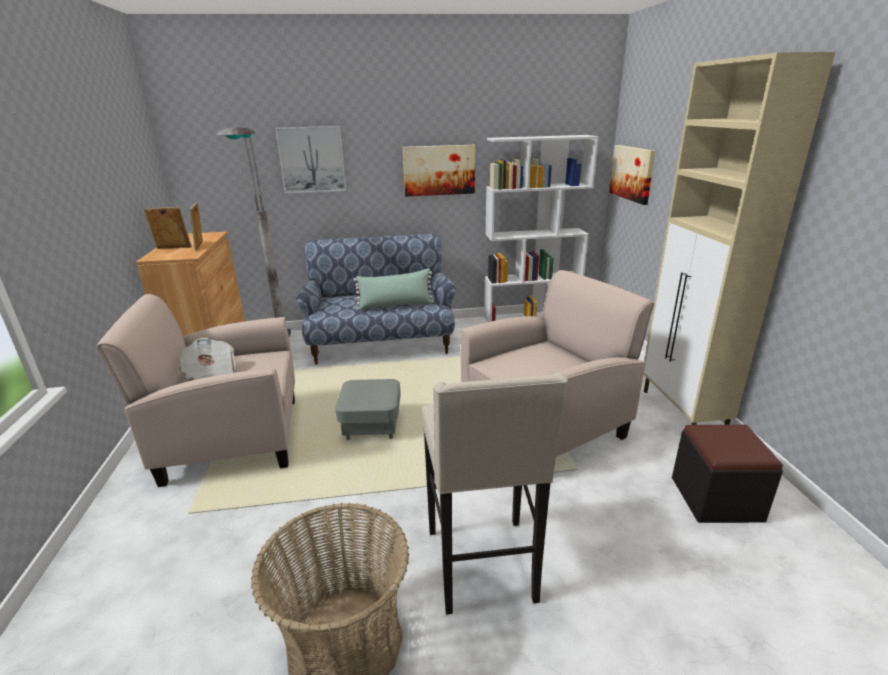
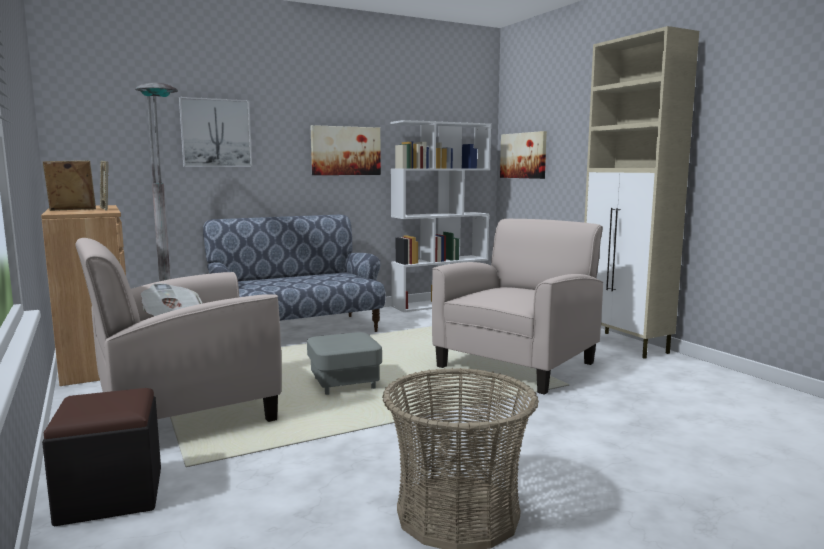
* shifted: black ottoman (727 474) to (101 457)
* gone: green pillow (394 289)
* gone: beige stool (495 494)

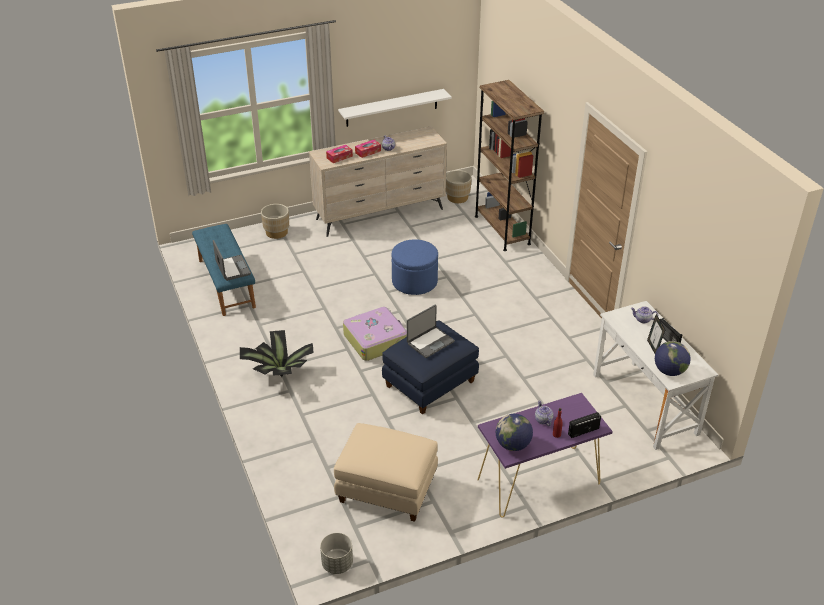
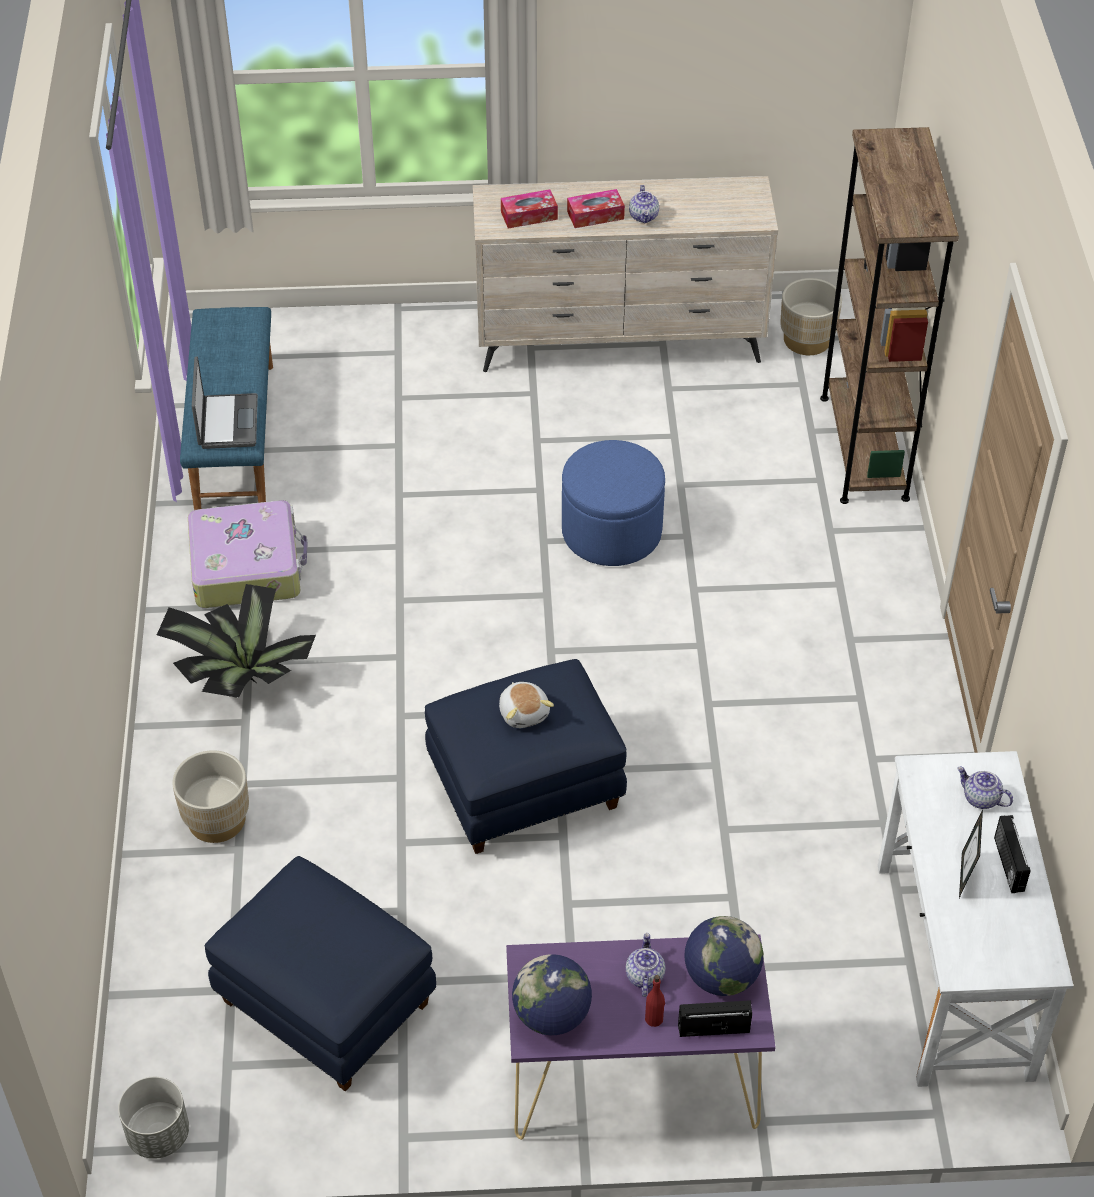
* shifted: beige planter (275 221) to (210 796)
* shifted: suitcase (375 334) to (248 554)
* repainted: beige ottoman (386 472) to blue ottoman (320 973)
* swapped: laptop (431 331) to plush toy (526 705)
* shifted: globe (673 358) to (724 956)
* gone: white shelf (395 108)

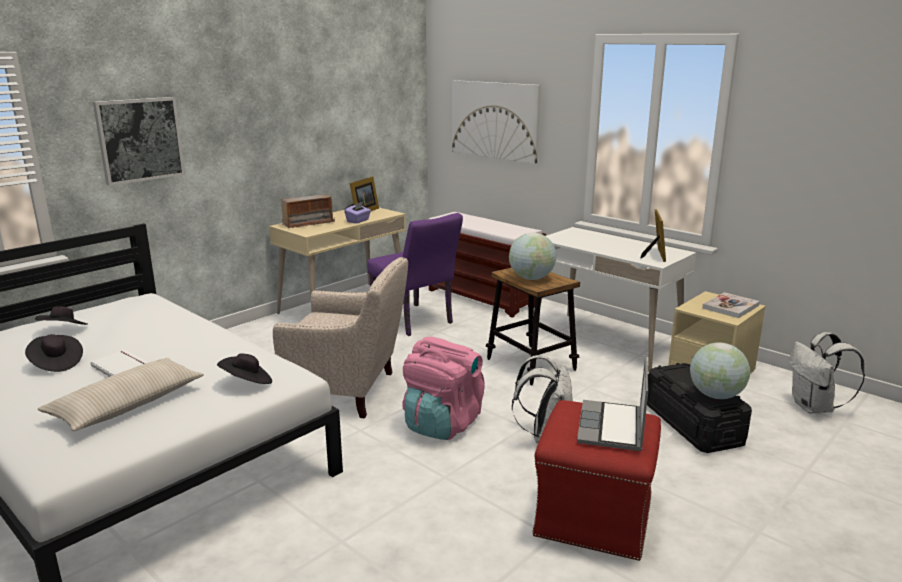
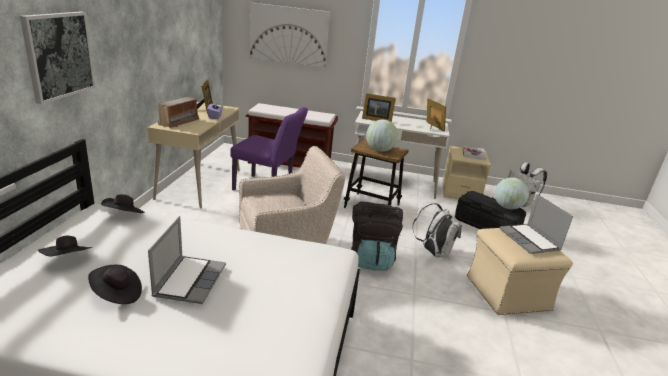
* shifted: black hat (244 368) to (122 204)
* swapped: white book (119 363) to laptop (187 260)
* repainted: pink backpack (443 388) to black backpack (377 236)
* new: picture frame (379 107)
* repainted: red ottoman (596 480) to beige ottoman (520 271)
* gone: beige pillow (121 394)

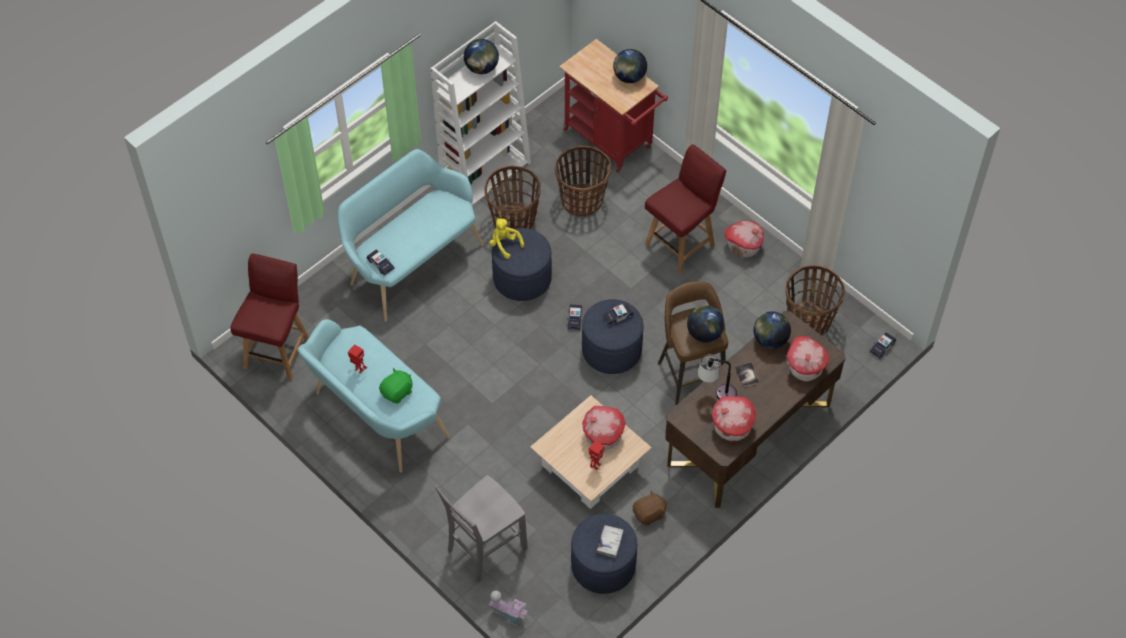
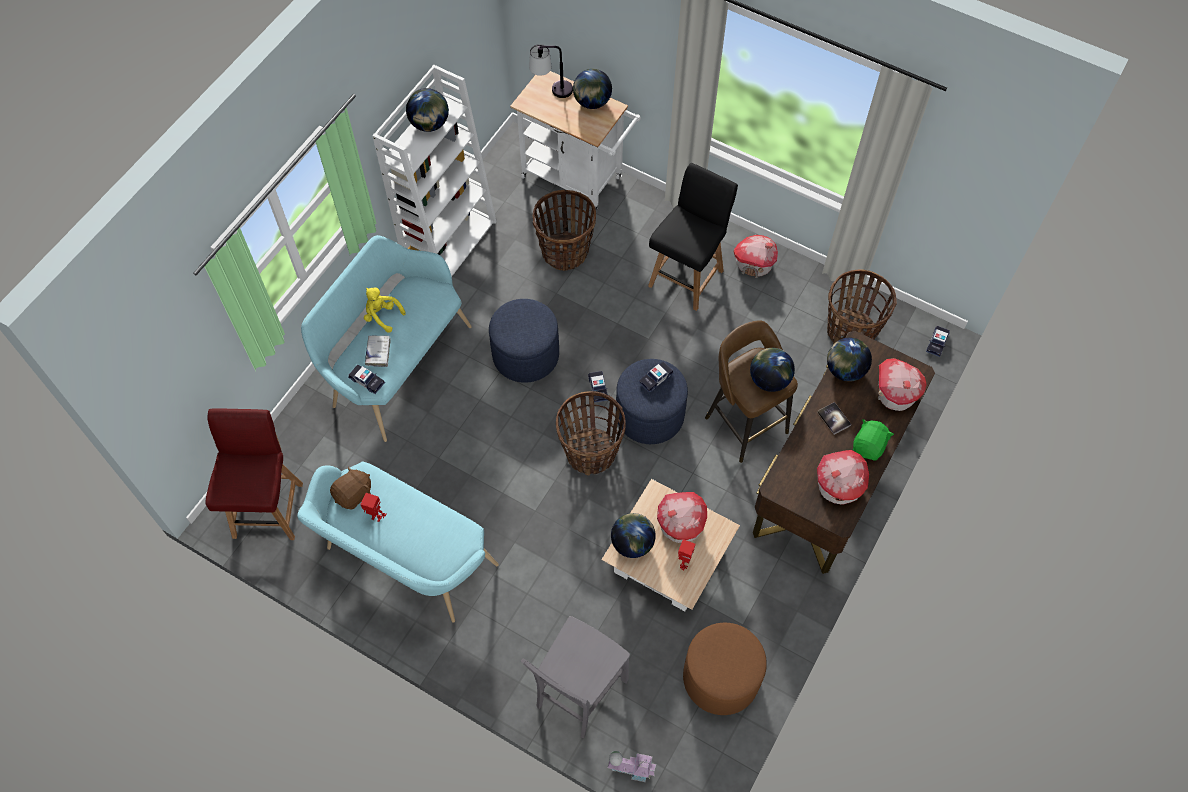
* shifted: brown plush toy (649 508) to (350 488)
* shifted: yellow plush toy (506 238) to (385 310)
* shifted: white book (610 541) to (378 351)
* repainted: red cart (613 105) to white cart (575 140)
* shifted: table lamp (717 376) to (551 71)
* shifted: basket (513 197) to (591 433)
* new: globe (633 535)
* repainted: red chair (686 209) to black chair (693 237)
* repainted: blue ottoman (604 554) to brown ottoman (725 669)
* shifted: green plush toy (396 386) to (873 440)

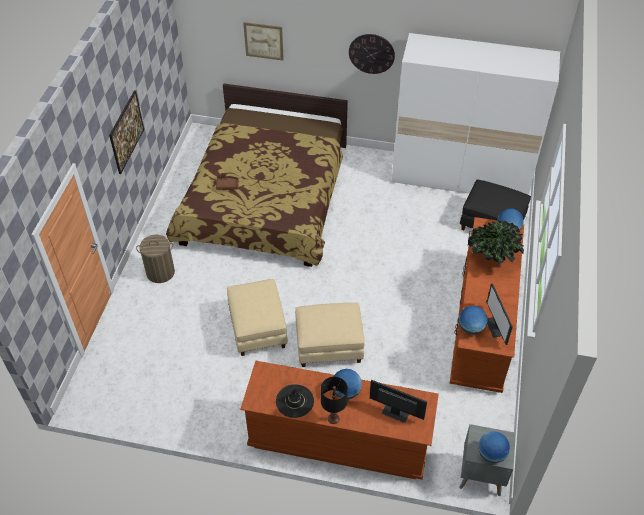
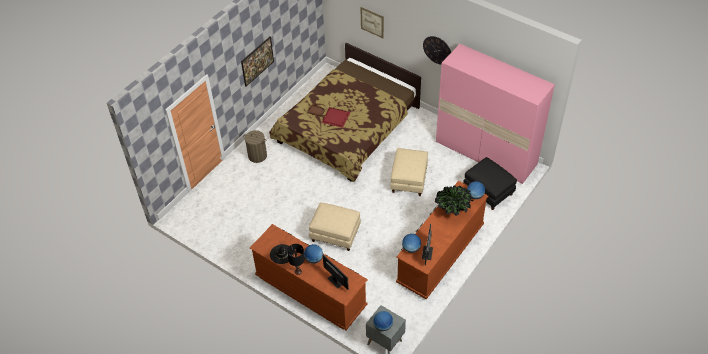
* new: red tray (335 117)
* shifted: beige ottoman (257 317) to (409 172)
* repainted: white wardrobe (475 114) to pink wardrobe (495 114)

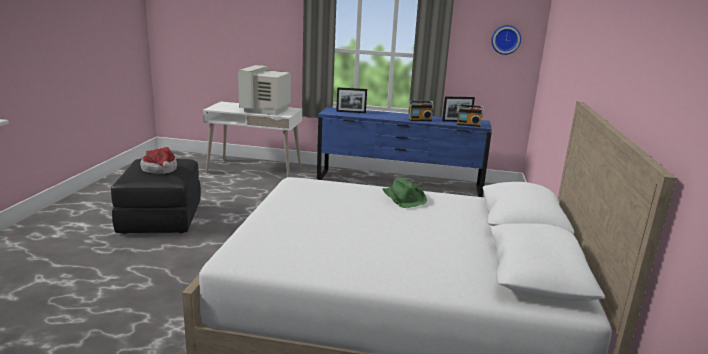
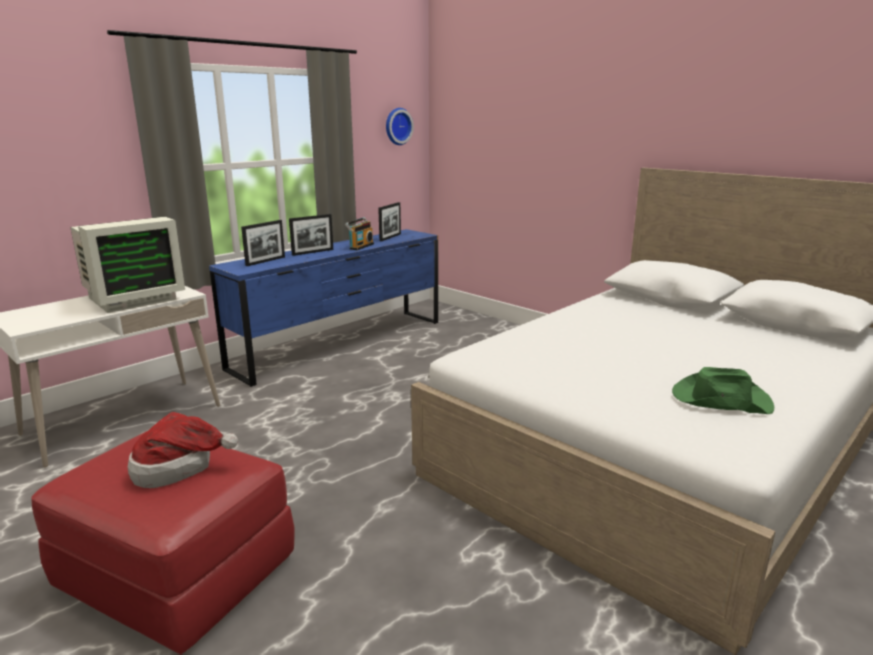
* repainted: black ottoman (156 196) to red ottoman (163 542)
* rotated: monitor (264 90) = (127 265) 90 degrees counterclockwise
* new: picture frame (311 235)
* shifted: green hat (405 193) to (723 390)
* gone: radio (470 115)

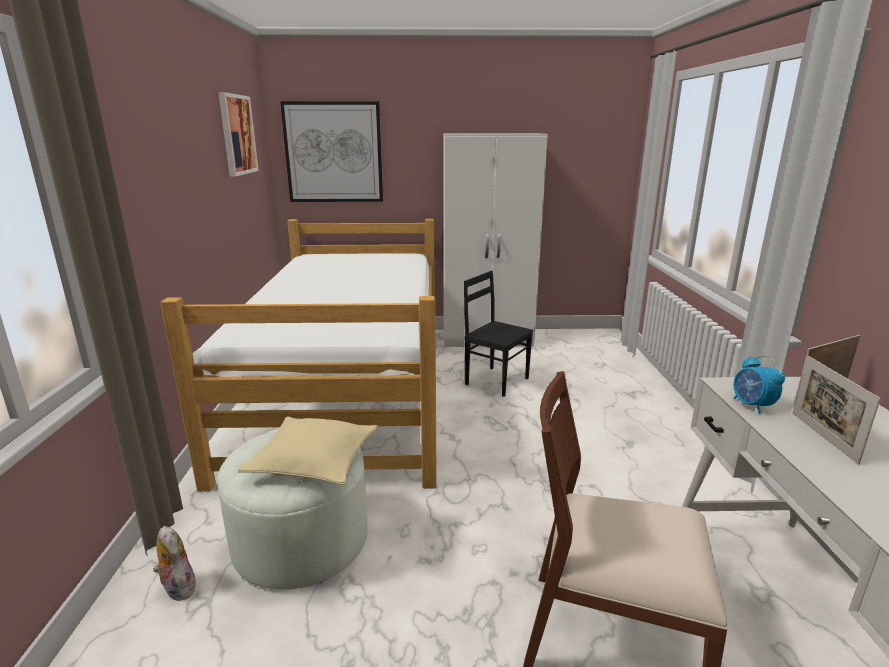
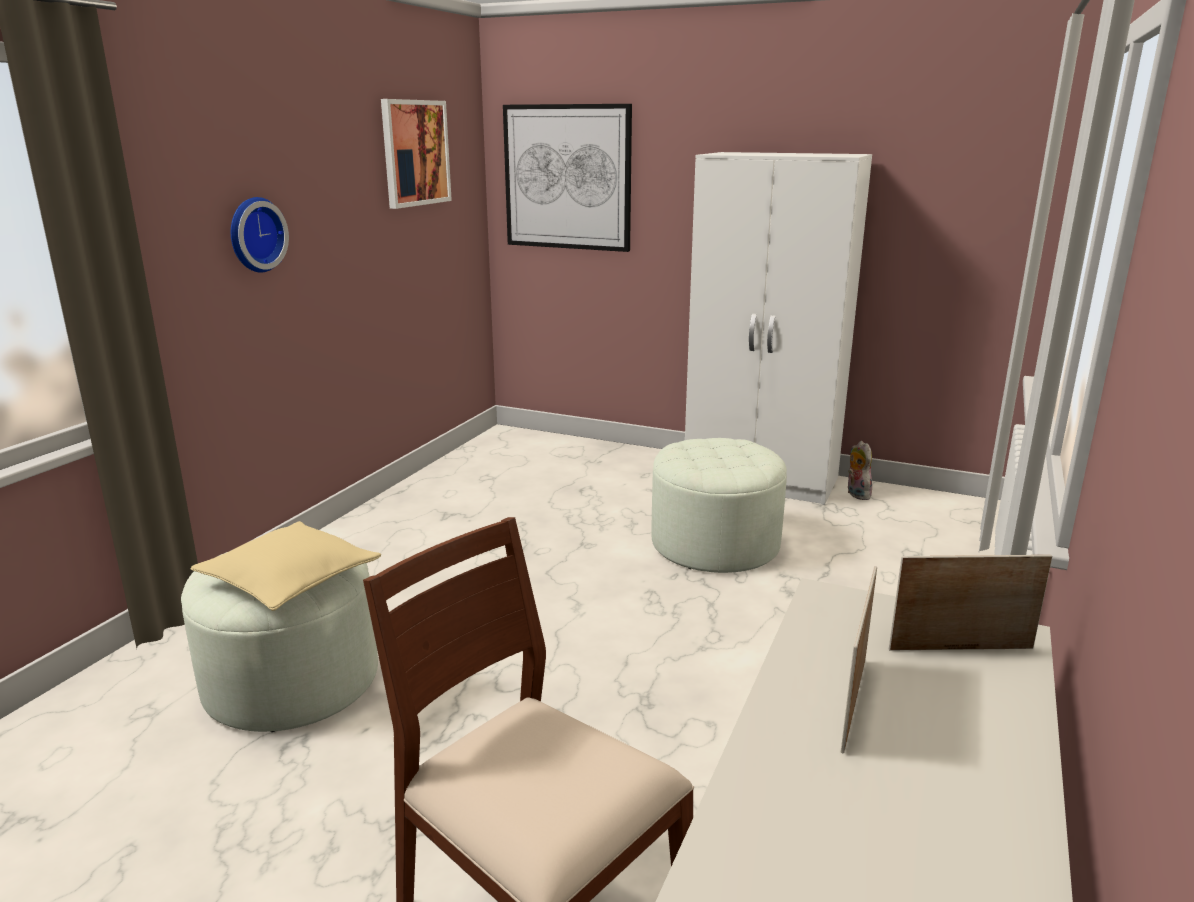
* new: wall clock (260 235)
* swapped: black chair (498 334) to white ottoman (719 505)
* shifted: plush toy (174 563) to (860 470)
* gone: bed (298 355)
* gone: alarm clock (759 384)

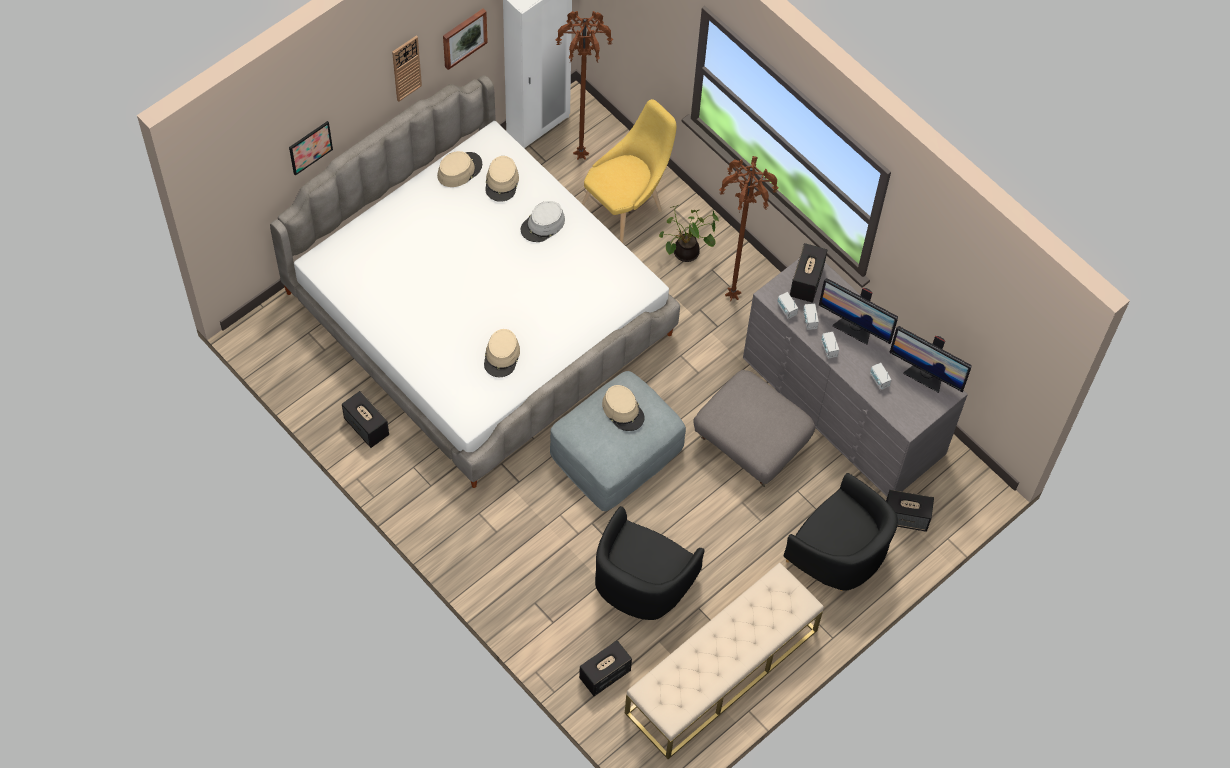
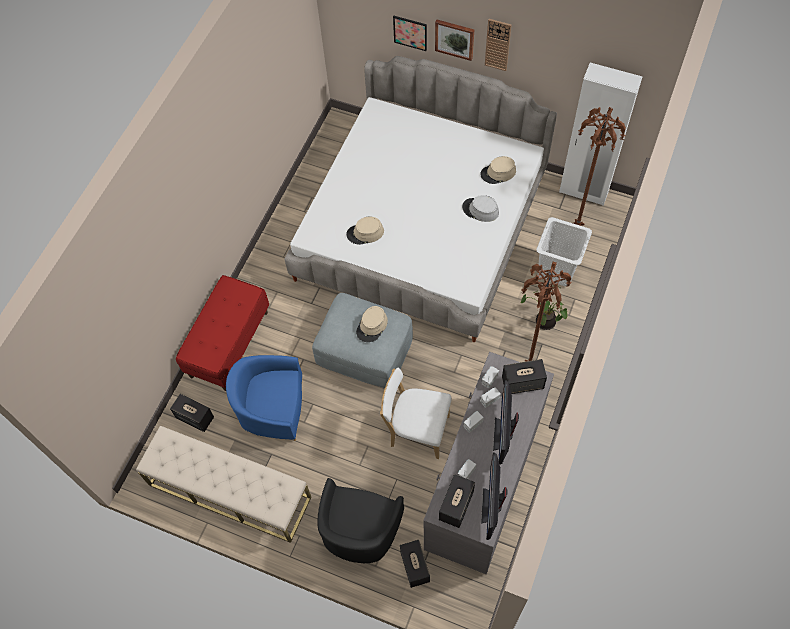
* new: red bench (222 333)
* repainted: black armchair (649 563) to blue armchair (264 398)
* swapped: grey ottoman (754 428) to white chair (416 413)
* shifted: picture (465 39) to (454 40)
* shifted: speaker (365 419) to (457 501)
* swapped: yellow chair (629 171) to white laundry basket (564 251)
* gone: beige hat (459 169)

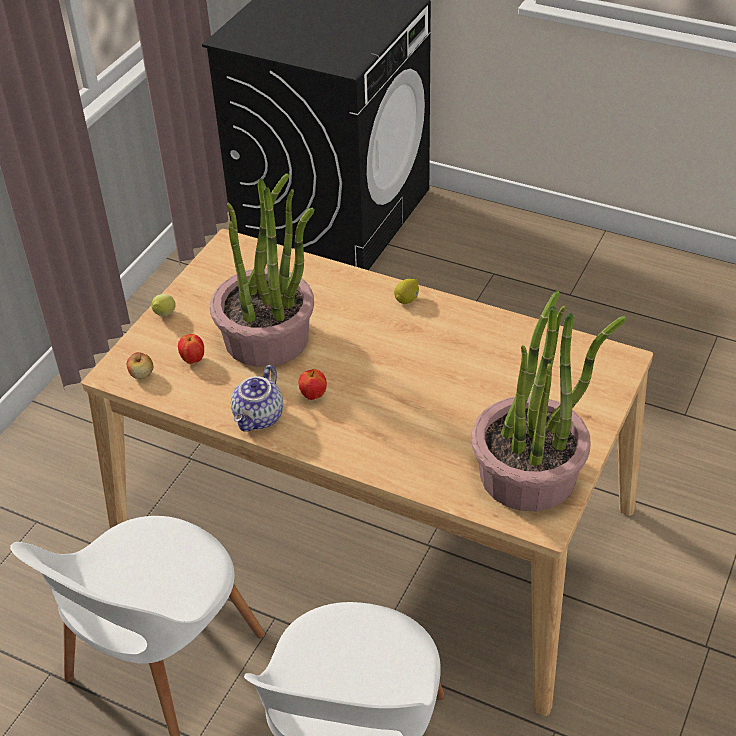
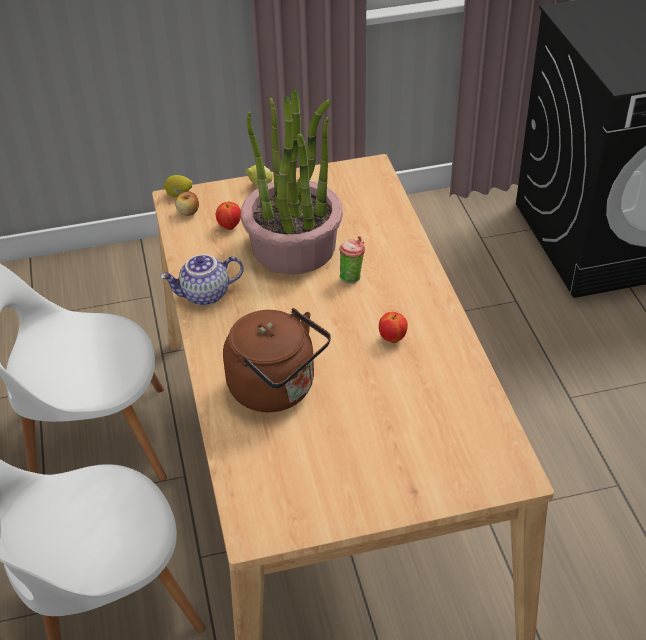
* shifted: lemon (406 291) to (177 186)
* new: brown kettle (277 360)
* new: cup (352 260)
* shifted: apple (312 384) to (393 327)
* gone: potted plant (548 401)

